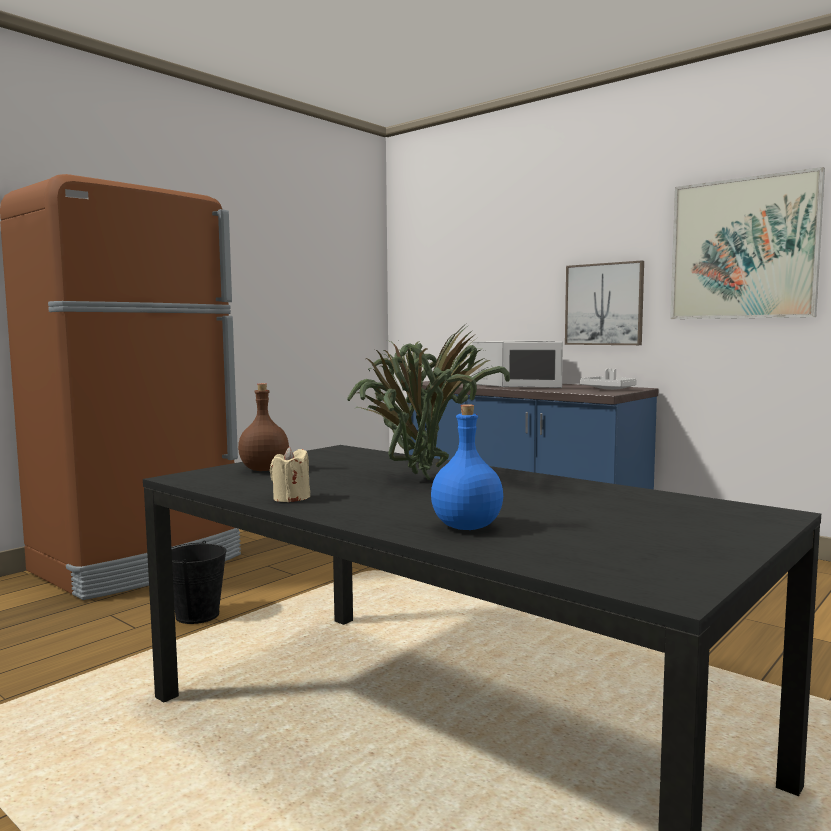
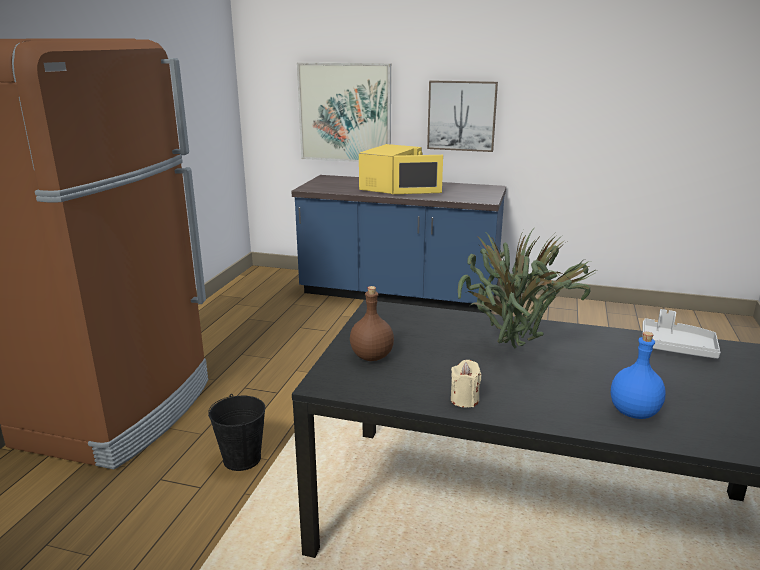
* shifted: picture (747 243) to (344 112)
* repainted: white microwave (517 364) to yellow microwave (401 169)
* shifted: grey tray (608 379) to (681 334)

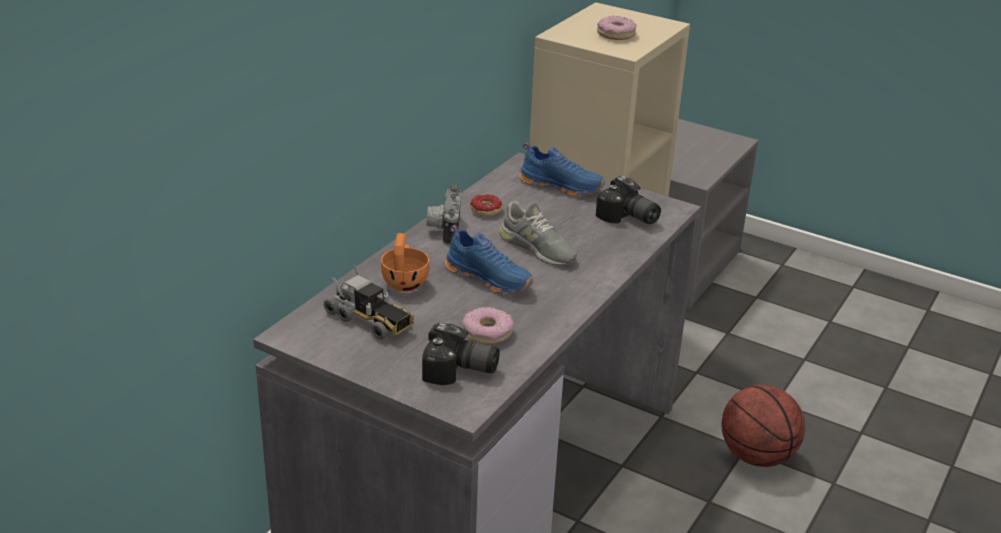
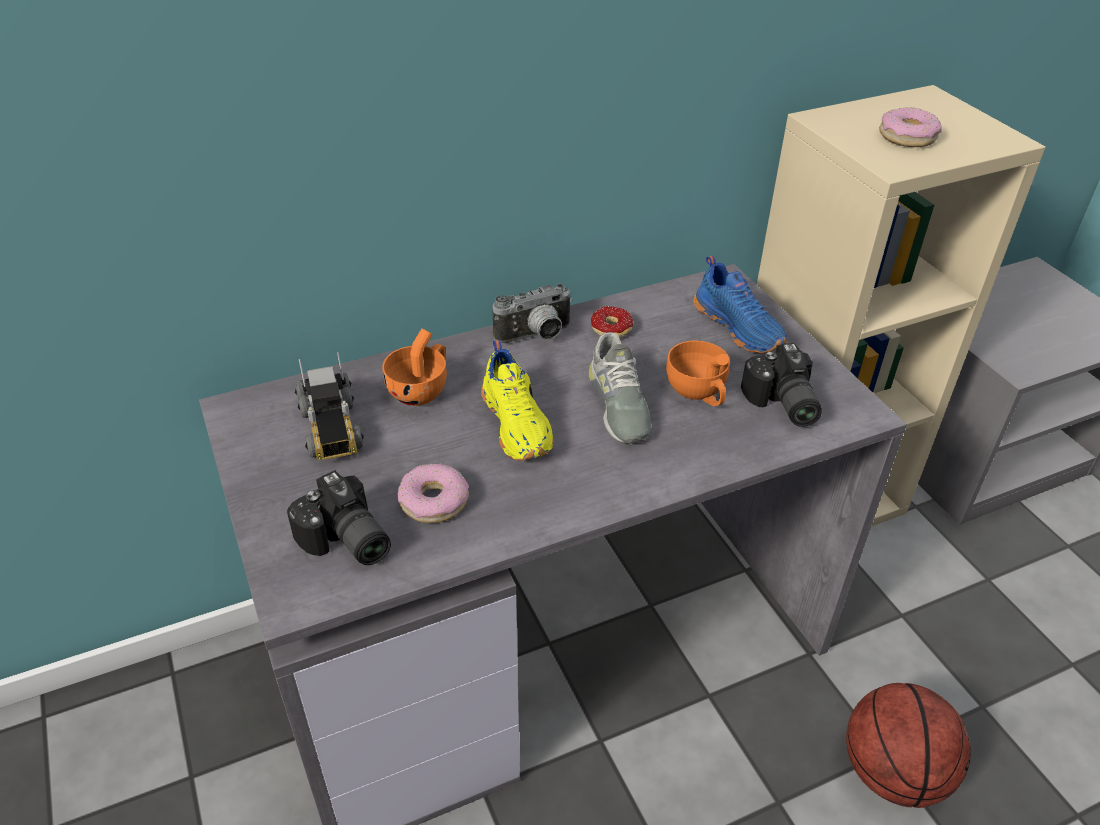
* repainted: blue shoe (489 259) to yellow shoe (517 400)
* rotated: photo camera (443 214) = (533 314) 150 degrees counterclockwise
* new: orange cup (698 373)

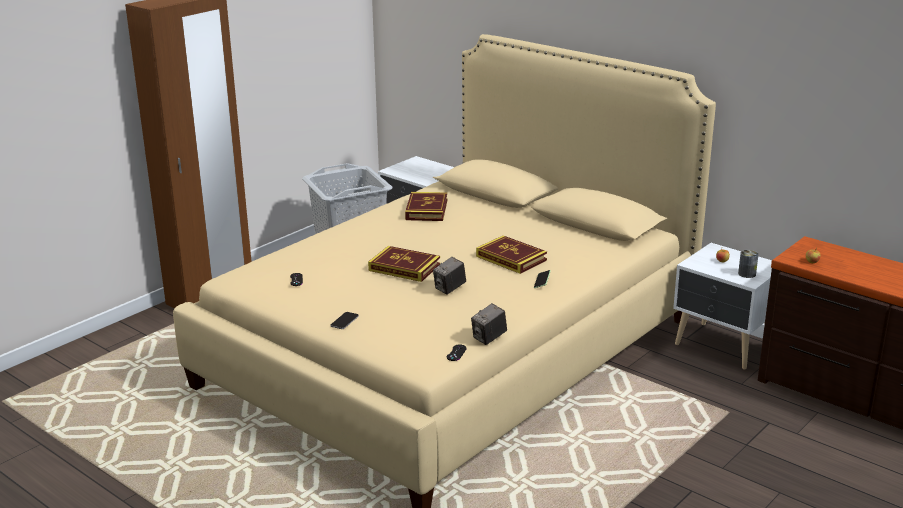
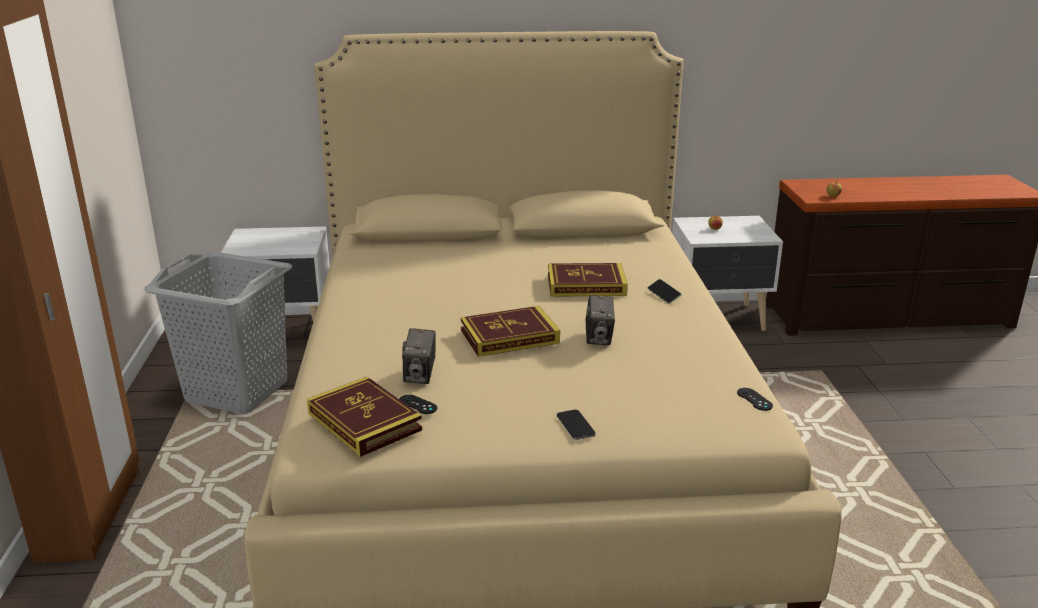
* shifted: book (426 206) to (364 417)
* shifted: photo camera (489 324) to (419 356)
* gone: can (748 264)

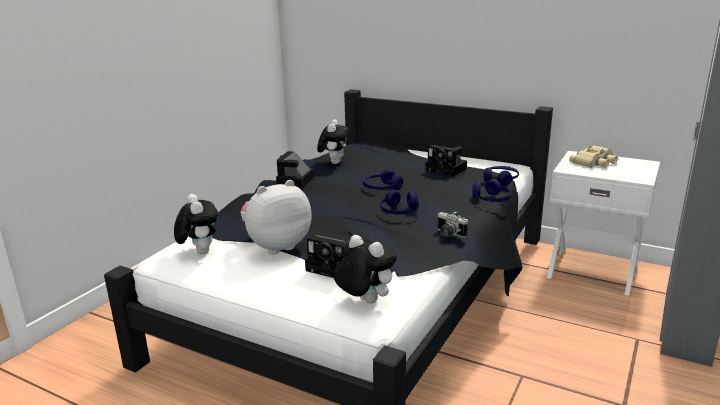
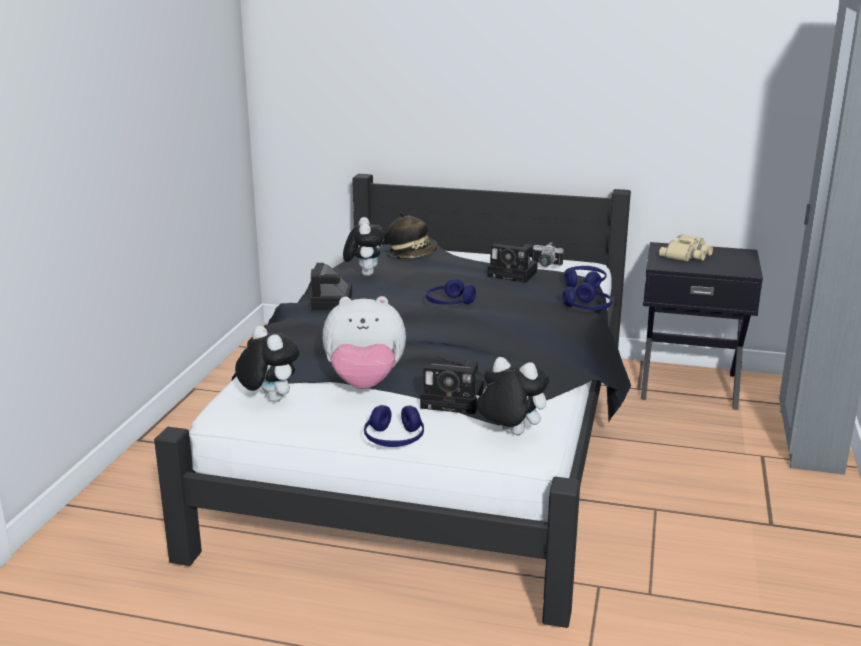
* rotated: plush toy (276 217) = (364 342) 135 degrees counterclockwise
* shifted: blue headphones (399 202) to (394 426)
* new: hat (412 235)
* shifted: photo camera (452 224) to (548 254)
* repainted: white nightstand (603 223) to black nightstand (702 326)

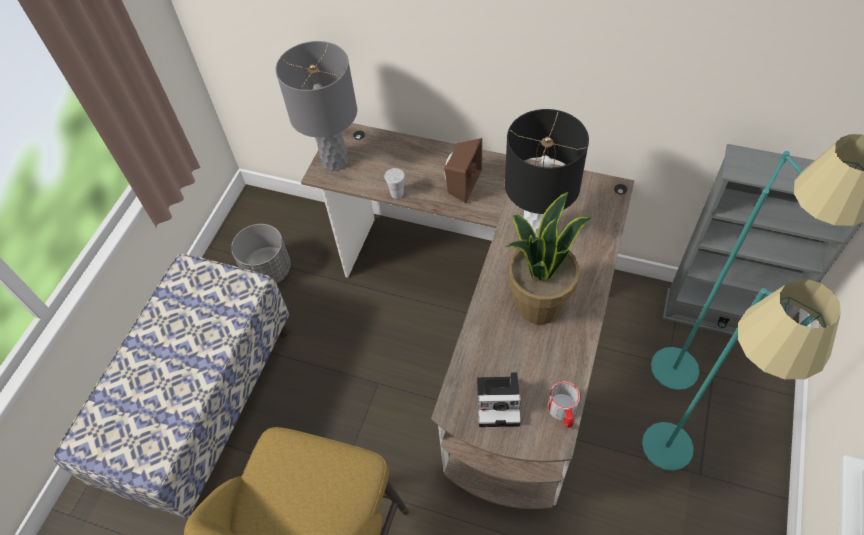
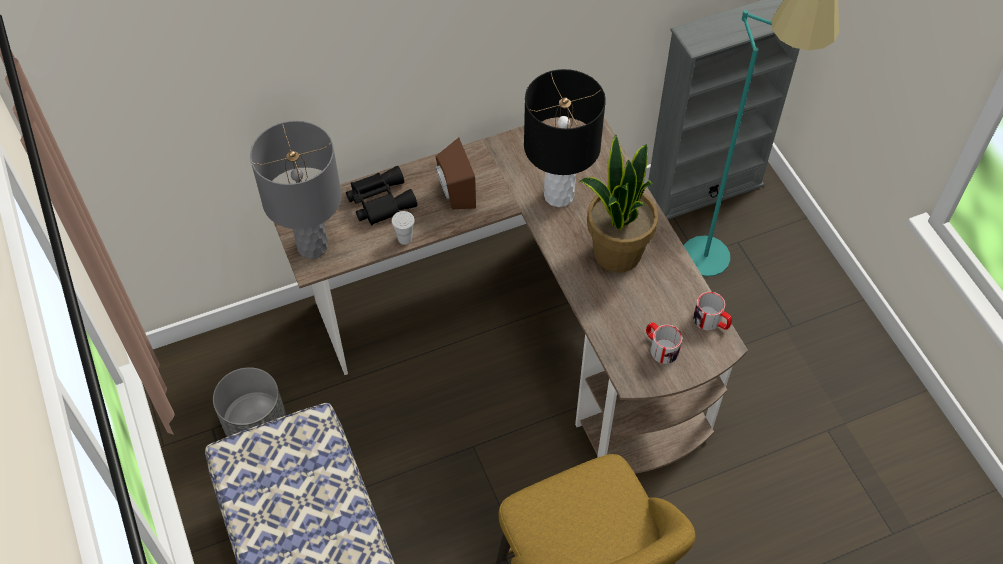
* new: black binoculars (381 196)
* swapped: photo camera (499 399) to mug (664 343)
* gone: turquoise floor lamp (741 375)

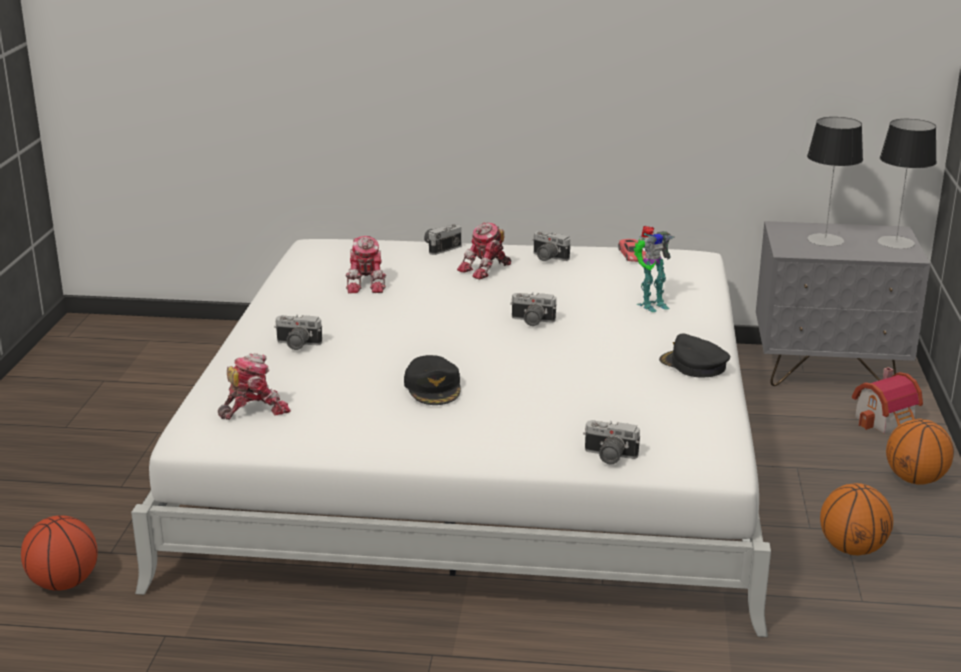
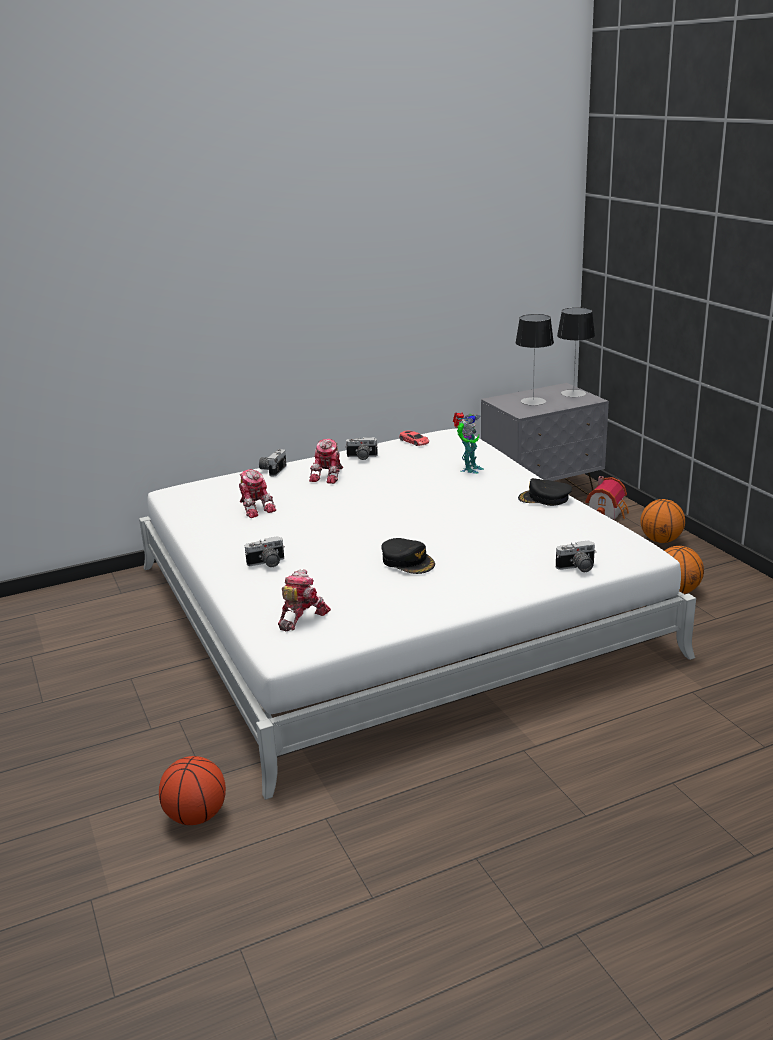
* gone: photo camera (533 309)

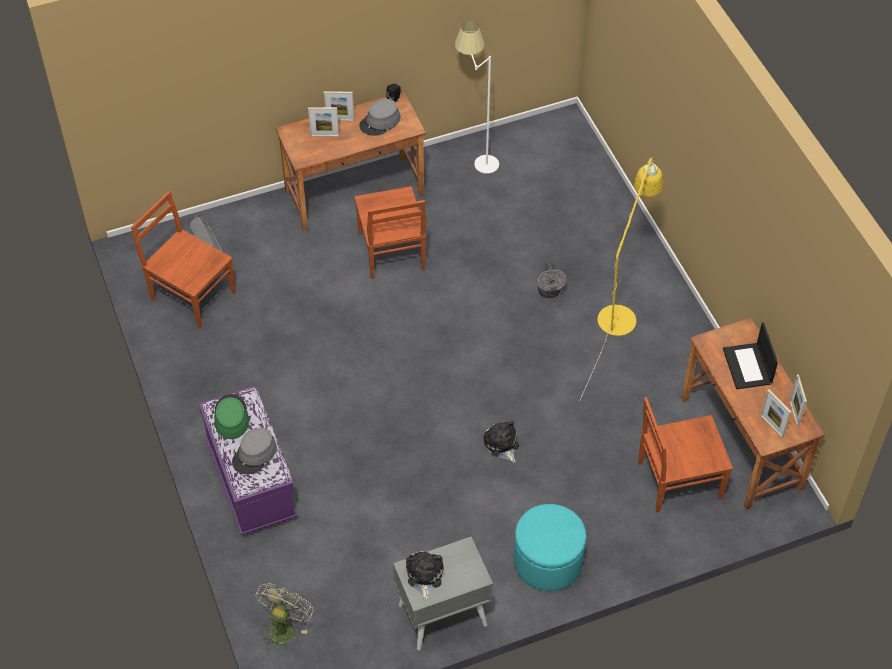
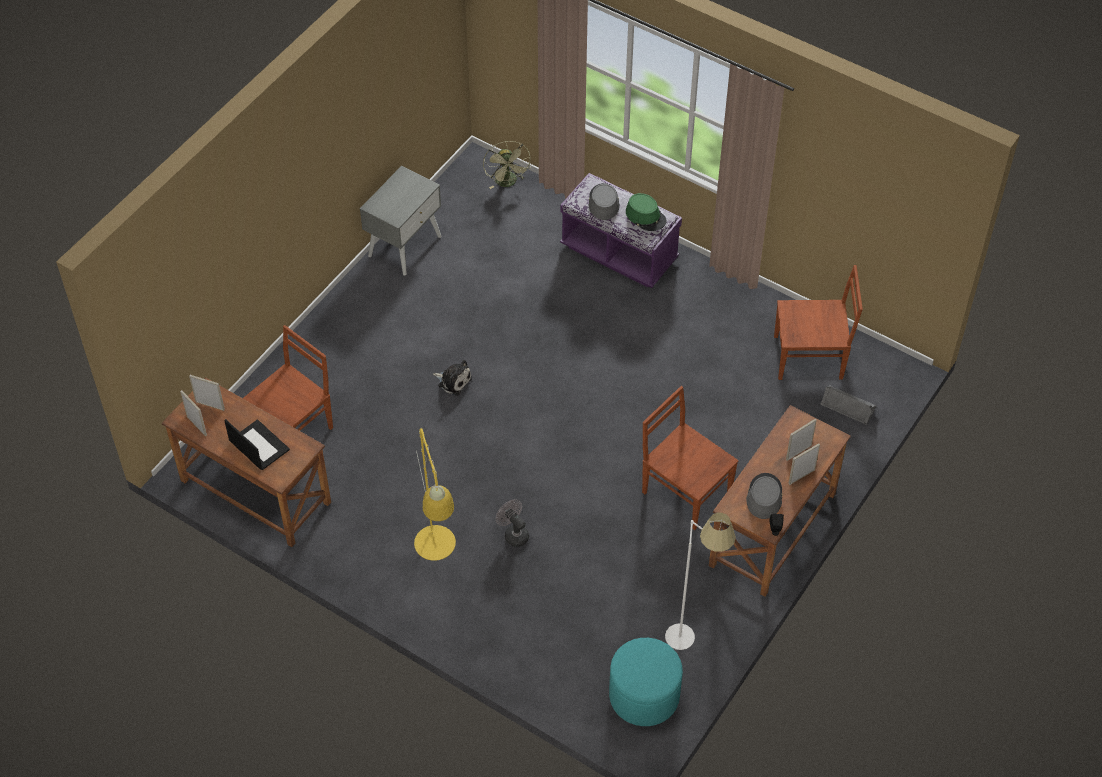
* shifted: turquoise ottoman (550 547) to (646 682)
* gone: plush toy (425 575)

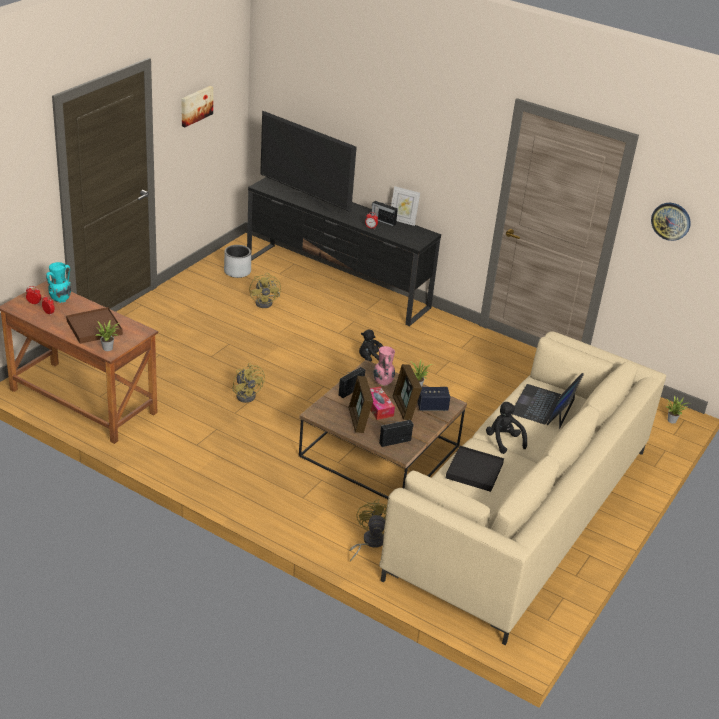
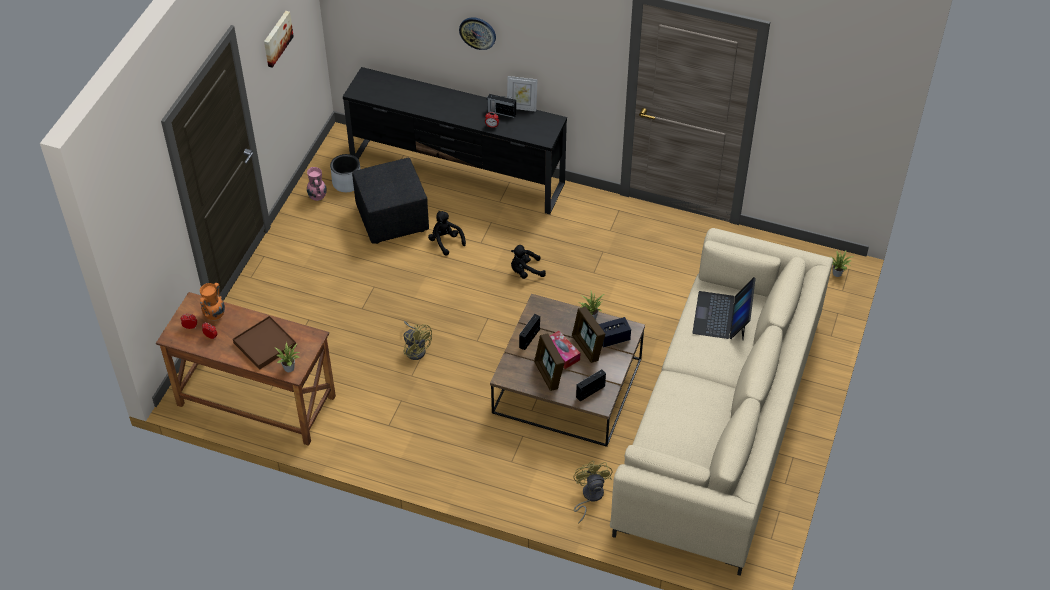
* repainted: turquoise vase (58 282) to orange vase (212 301)
* shifted: pink vase (384 366) to (317 184)
* swapped: yellow fan (265 290) to black ottoman (390 201)
* shifted: black plush toy (506 428) to (447 233)
* shifted: wall clock (671 222) to (477 33)
* gone: television (308 161)
* gone: black tray (475 469)

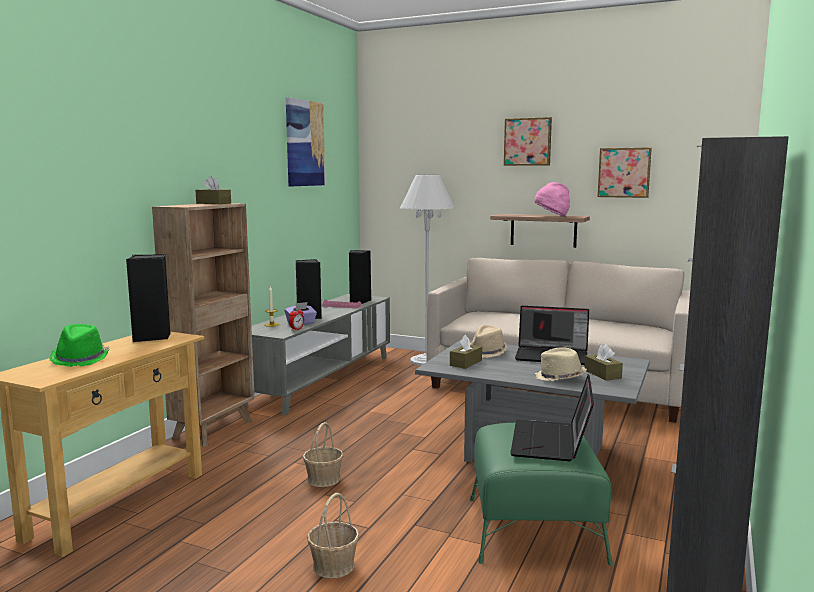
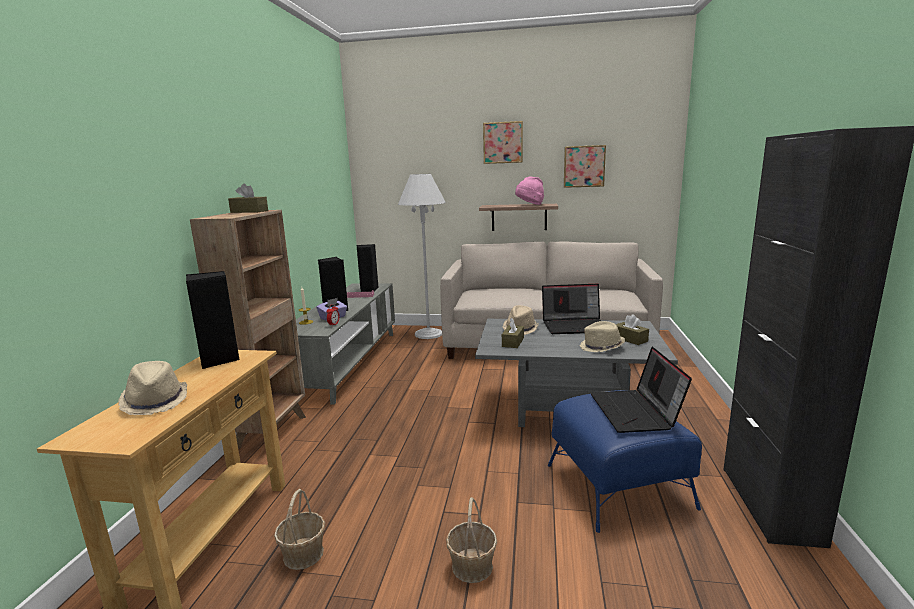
* repainted: green hat (79 345) to beige hat (152 388)
* shifted: basket (323 454) to (299 529)
* repainted: green ottoman (541 494) to blue ottoman (625 461)
* gone: picture (305 141)

